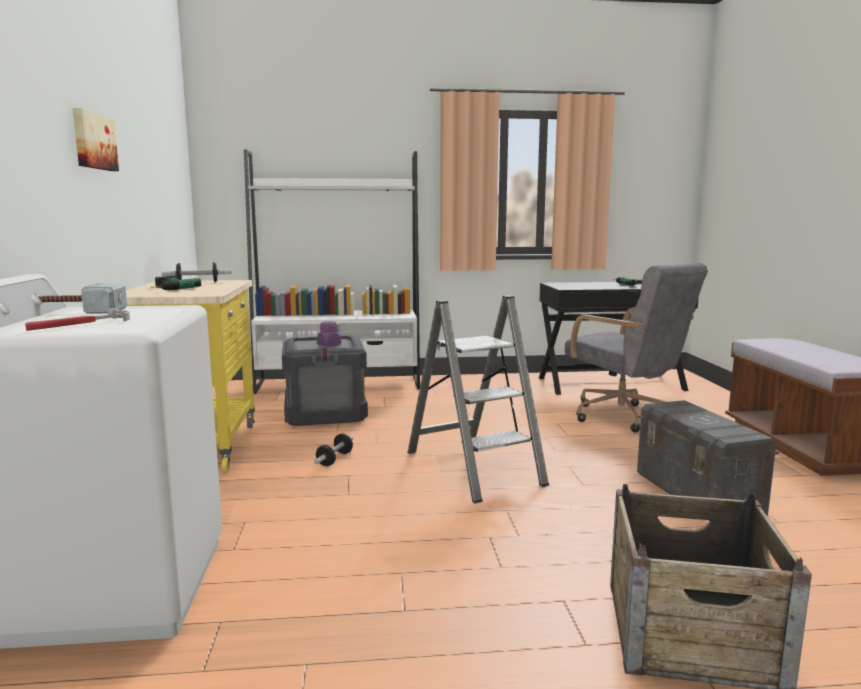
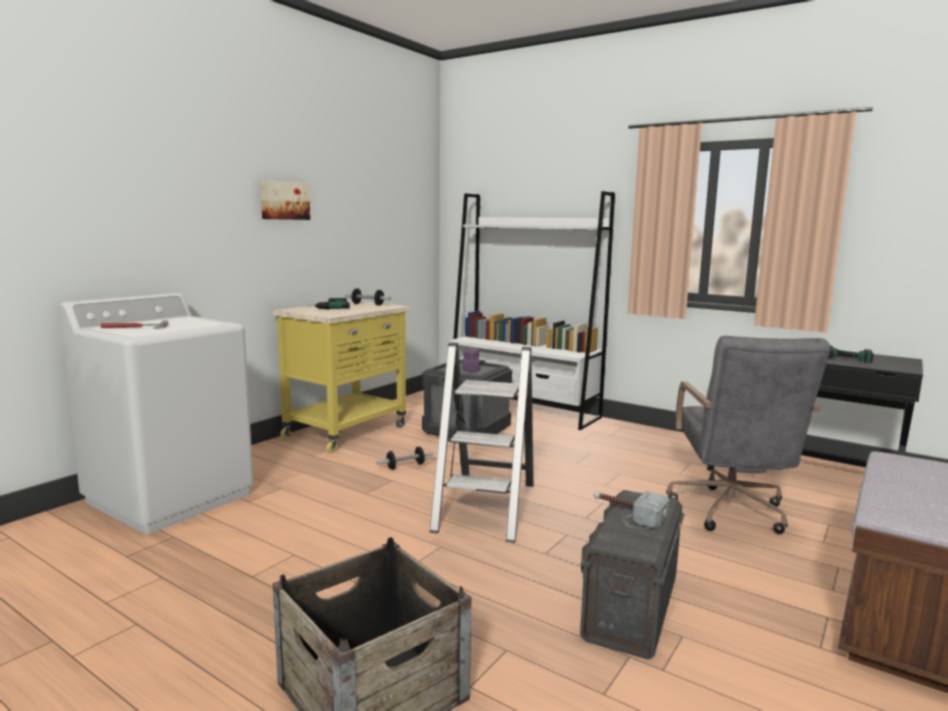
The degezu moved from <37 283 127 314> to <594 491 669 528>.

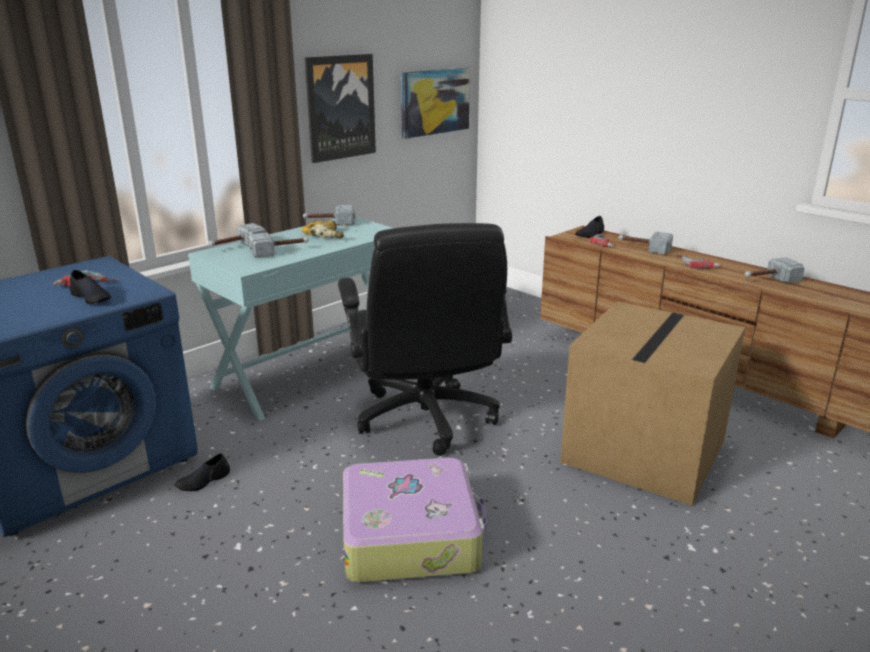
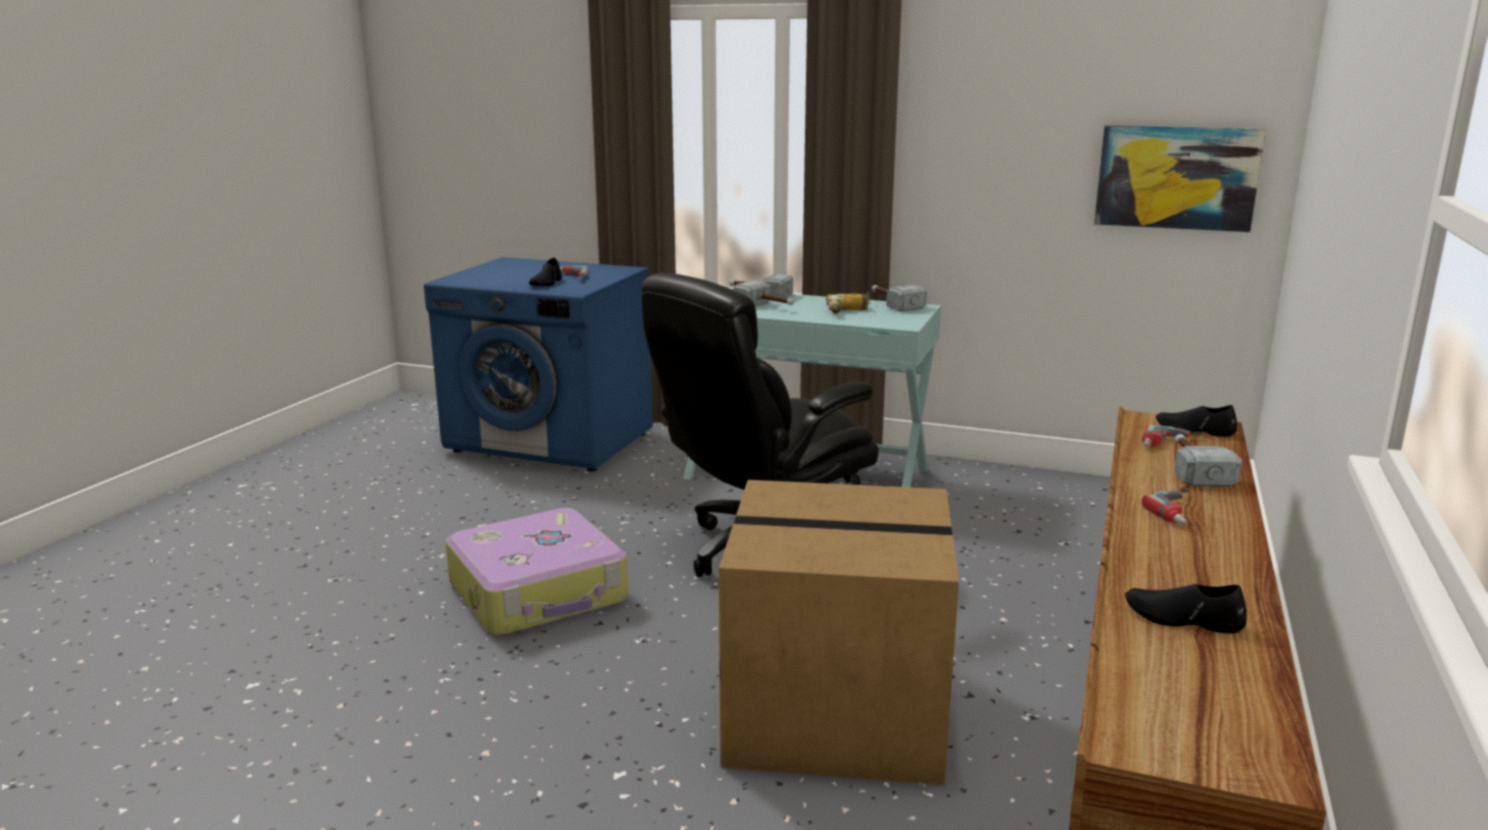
The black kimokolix moved from <175 453 230 491> to <1125 584 1247 633>. The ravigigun at <304 54 376 163> disappeared. The degezu at <745 257 805 283> disappeared.

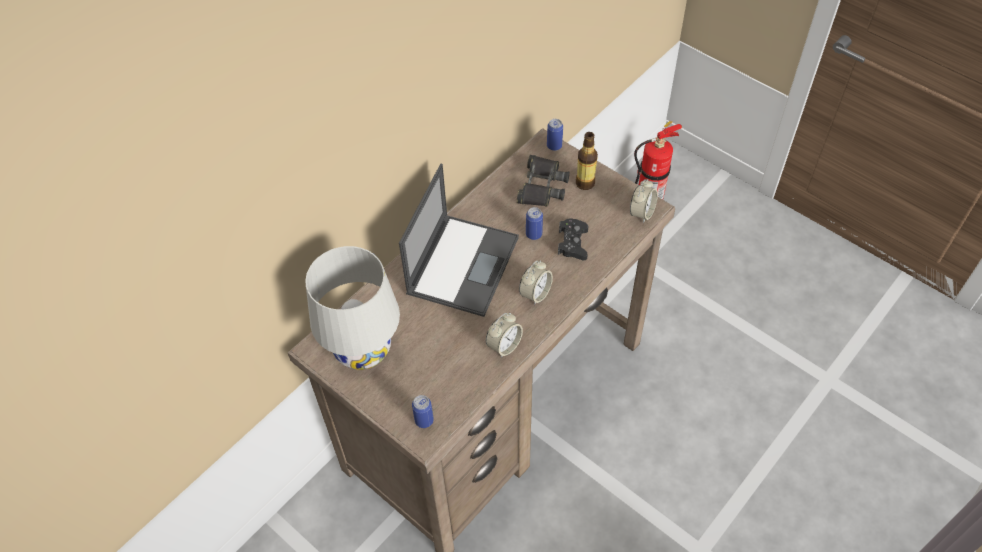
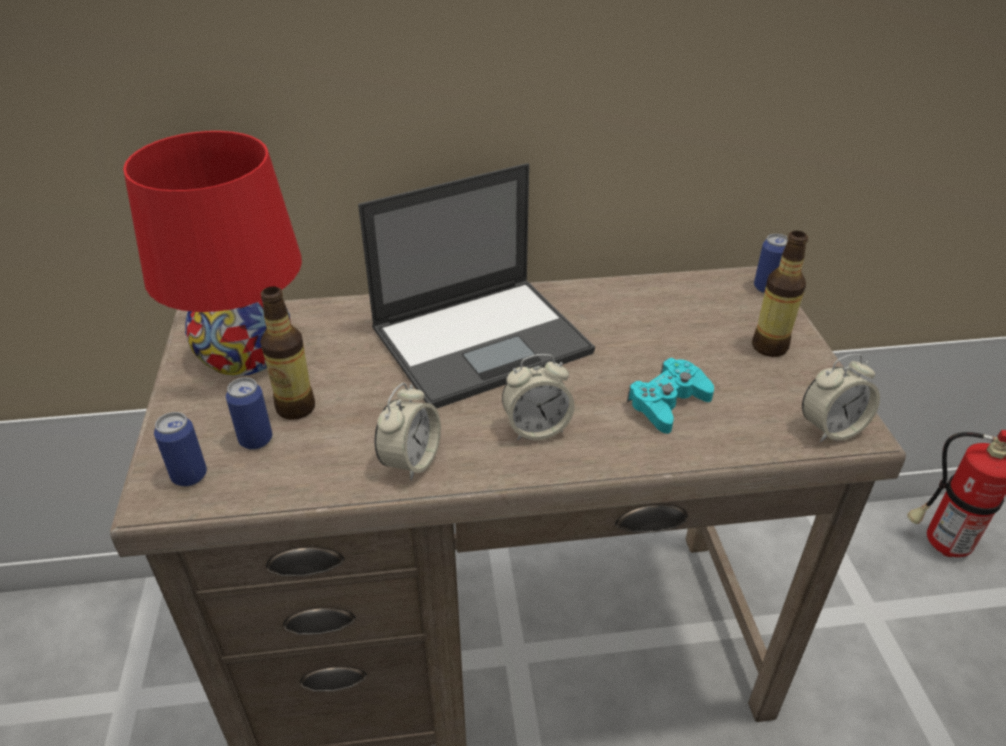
The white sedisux at <305 246 400 370> became the red sedisux at <123 131 302 376>. The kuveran at <486 313 523 358> turned 60 degrees counterclockwise. The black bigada at <517 155 570 206> disappeared. The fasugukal moved from <526 207 543 240> to <226 377 272 450>. The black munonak at <558 218 588 260> became the turquoise munonak at <627 358 714 434>. The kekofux at <260 286 315 420> appeared.

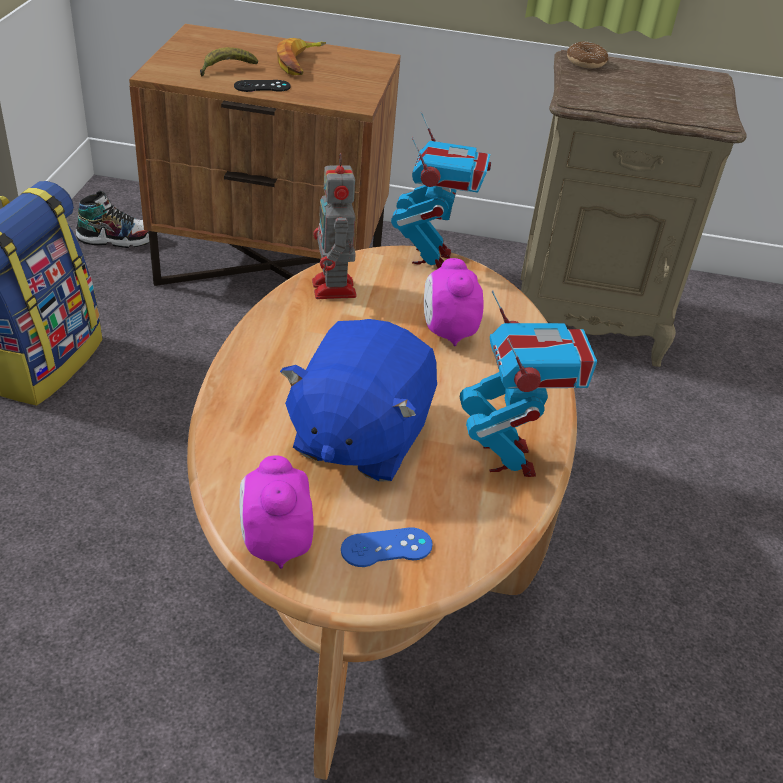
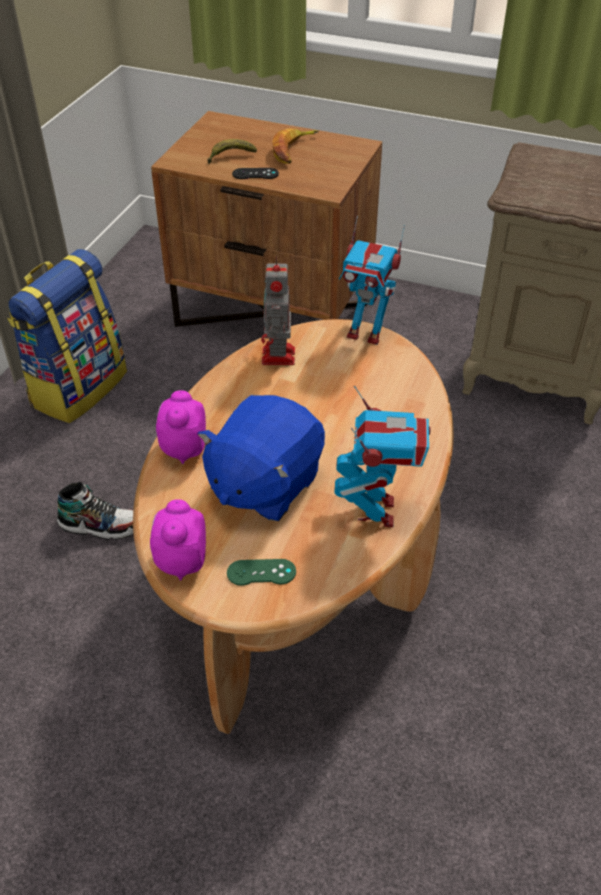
The kimokolix moved from <76 191 158 248> to <57 482 133 540>. The blue munonak at <341 527 433 567> became the green munonak at <227 559 296 586>. The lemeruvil at <391 112 491 269> turned 90 degrees clockwise. The kuveran moved from <424 258 484 346> to <156 390 206 464>. The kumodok at <567 41 608 68> disappeared.

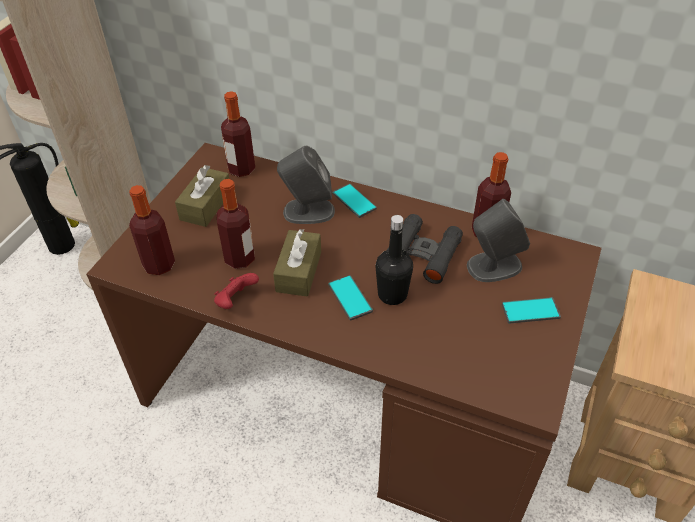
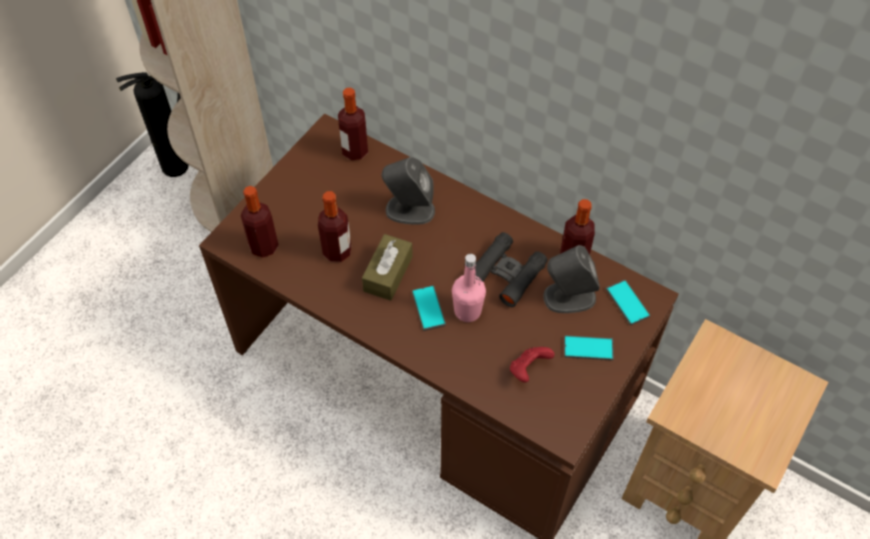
The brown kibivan at <175 165 229 227> disappeared. The red munonak moved from <214 273 259 309> to <510 347 555 382>. The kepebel moved from <332 183 377 218> to <606 280 650 325>. The black kekofux at <376 215 413 305> became the pink kekofux at <452 254 486 322>.

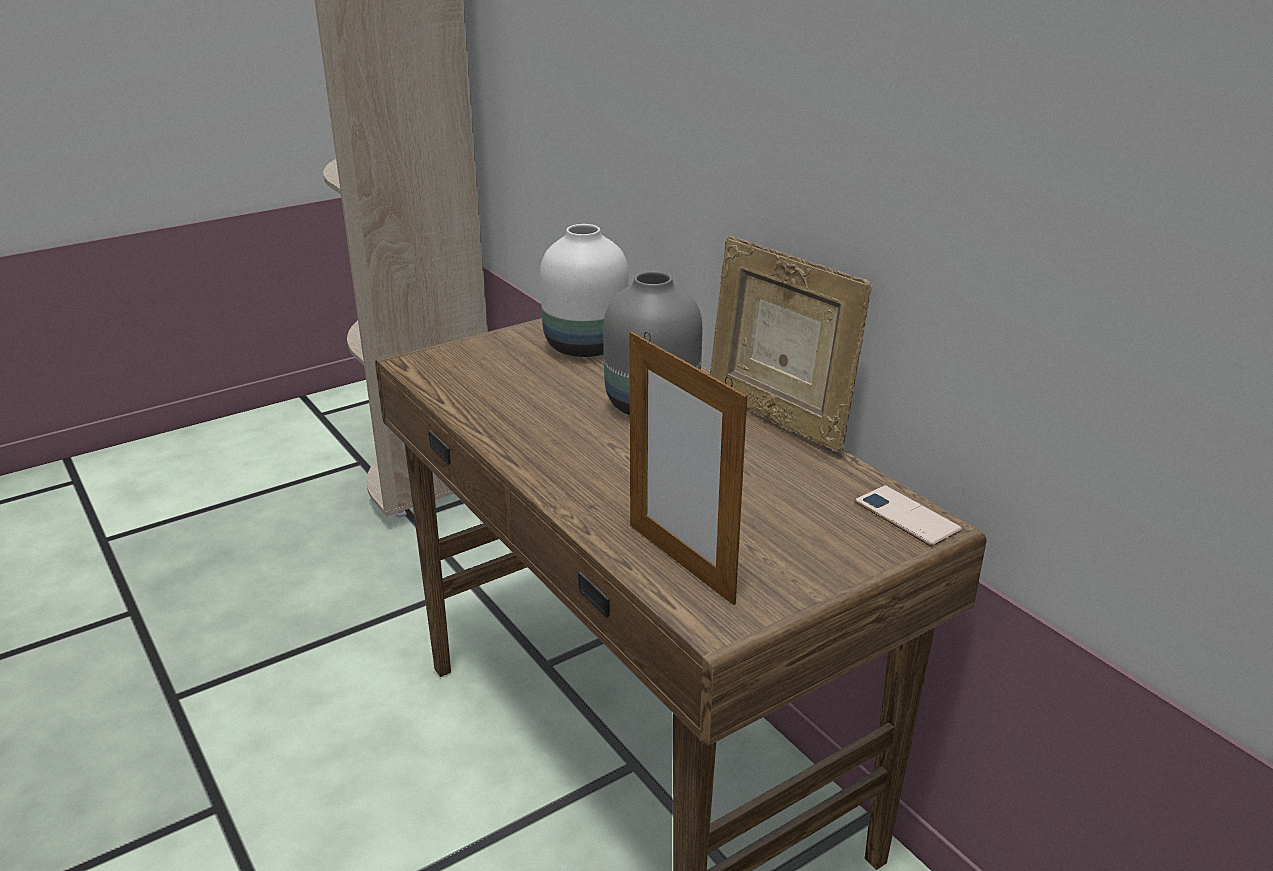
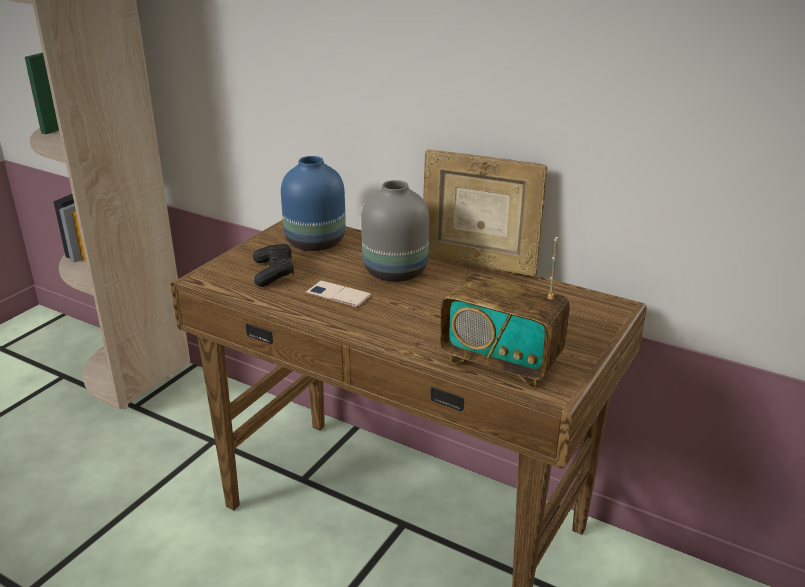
The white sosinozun at <540 224 629 357> became the blue sosinozun at <281 156 346 251>. The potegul at <630 332 747 605> was replaced by the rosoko at <440 237 570 388>. The kepebel moved from <855 485 962 546> to <305 280 372 308>. The black munonak at <253 244 294 287> appeared.

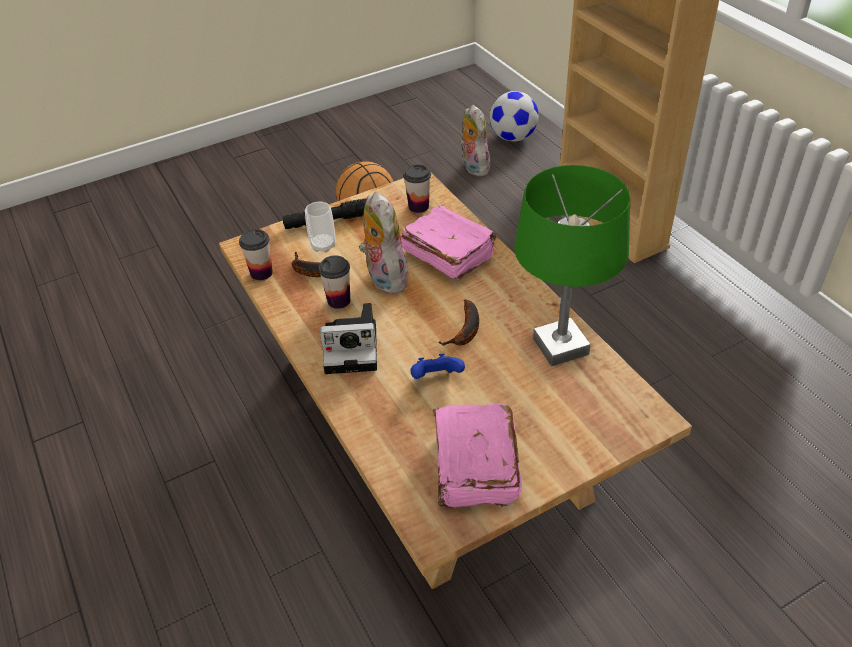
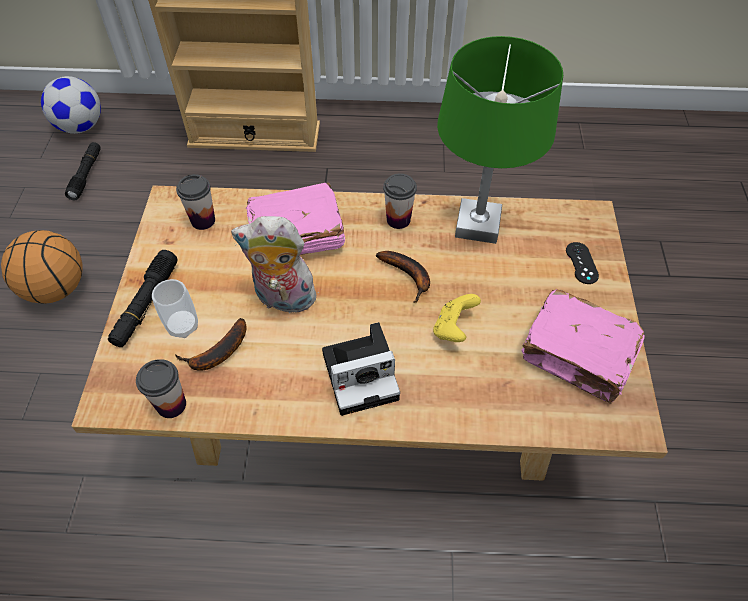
The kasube moved from <318 255 350 309> to <383 173 417 229>. The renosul at <320 303 377 374> turned 45 degrees clockwise. The blue munonak at <410 353 465 379> became the yellow munonak at <433 294 481 342>. The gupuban at <459 105 490 176> was replaced by the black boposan at <65 142 101 200>. The black munonak at <566 242 599 284> appeared.

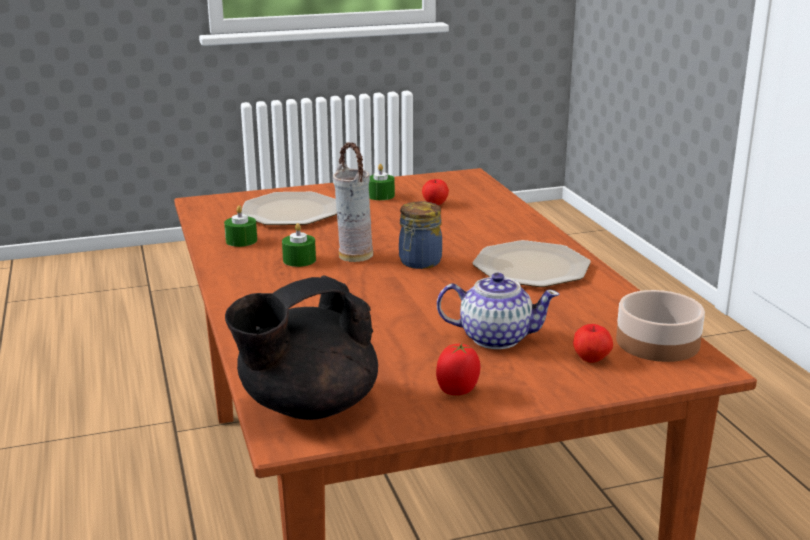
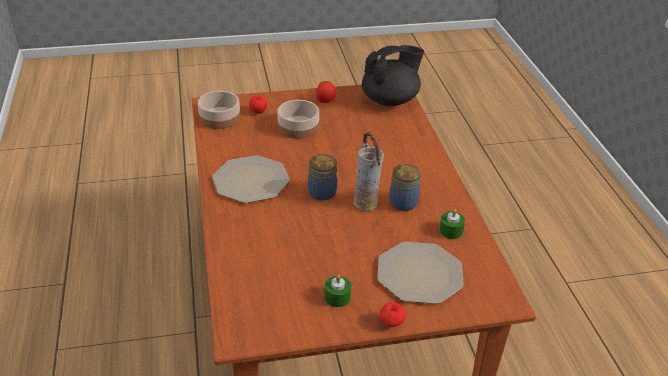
The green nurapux at <282 223 316 267> was replaced by the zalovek at <389 164 421 211>. The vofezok moved from <422 179 449 205> to <380 302 406 327>. The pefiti at <437 273 560 349> was replaced by the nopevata at <277 100 319 139>.

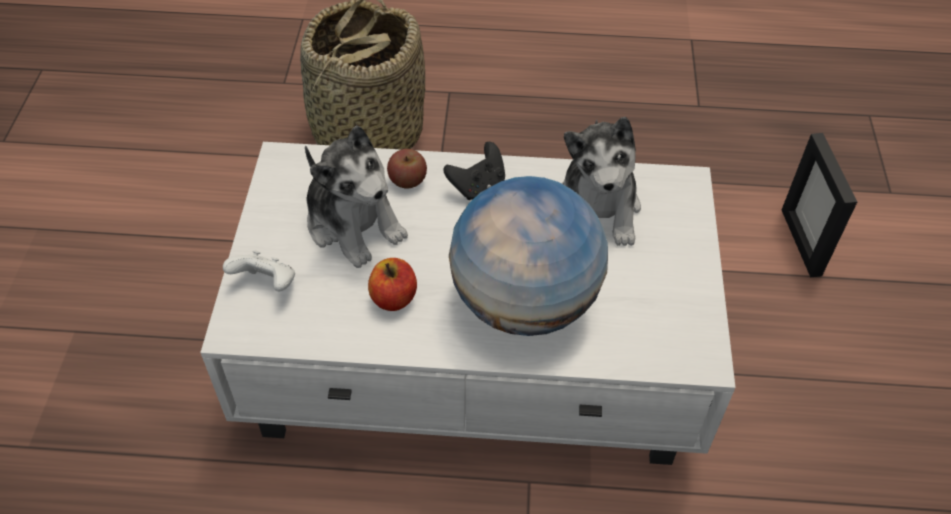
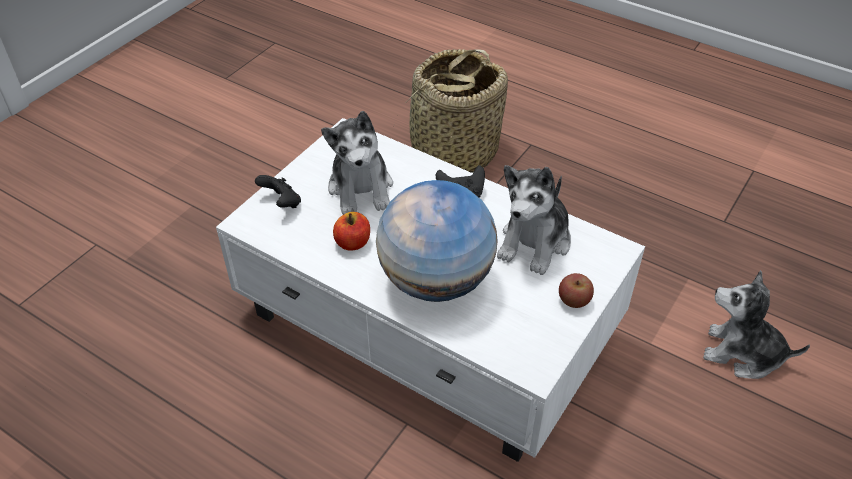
The white munonak at <223 250 295 291> became the black munonak at <255 175 301 208>. The vofezok moved from <387 149 427 189> to <559 273 594 308>. The potegul at <782 133 857 277> was replaced by the gupuban at <703 270 810 379>.

